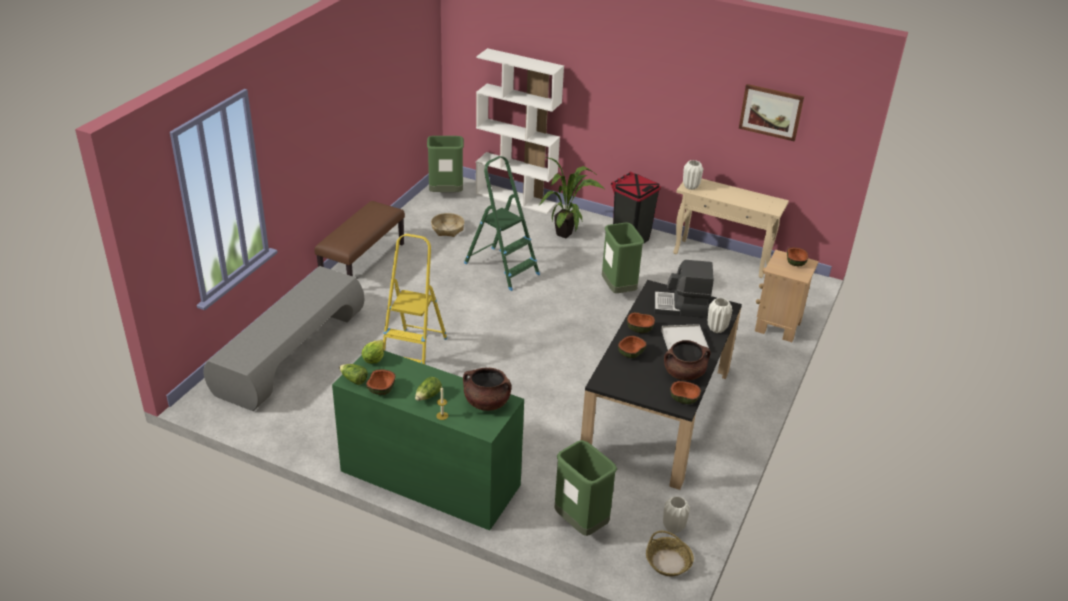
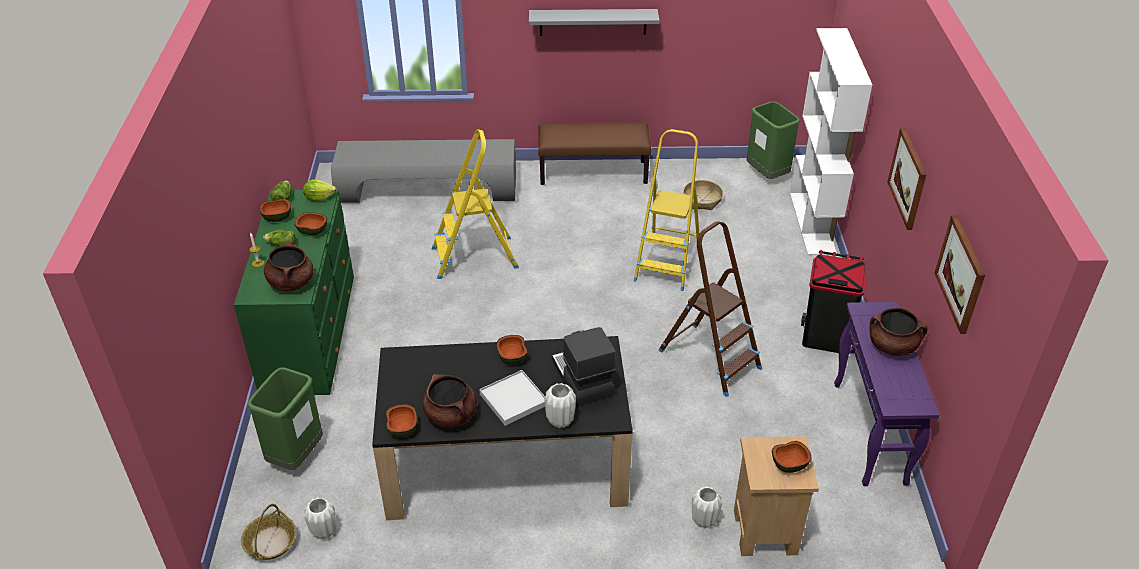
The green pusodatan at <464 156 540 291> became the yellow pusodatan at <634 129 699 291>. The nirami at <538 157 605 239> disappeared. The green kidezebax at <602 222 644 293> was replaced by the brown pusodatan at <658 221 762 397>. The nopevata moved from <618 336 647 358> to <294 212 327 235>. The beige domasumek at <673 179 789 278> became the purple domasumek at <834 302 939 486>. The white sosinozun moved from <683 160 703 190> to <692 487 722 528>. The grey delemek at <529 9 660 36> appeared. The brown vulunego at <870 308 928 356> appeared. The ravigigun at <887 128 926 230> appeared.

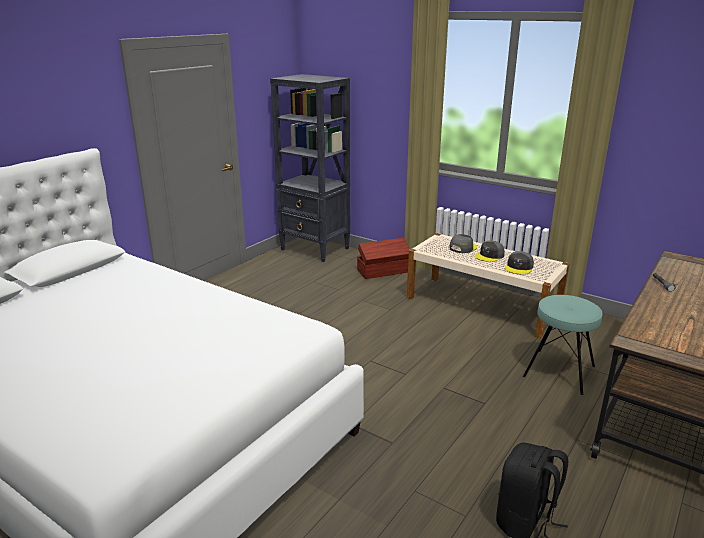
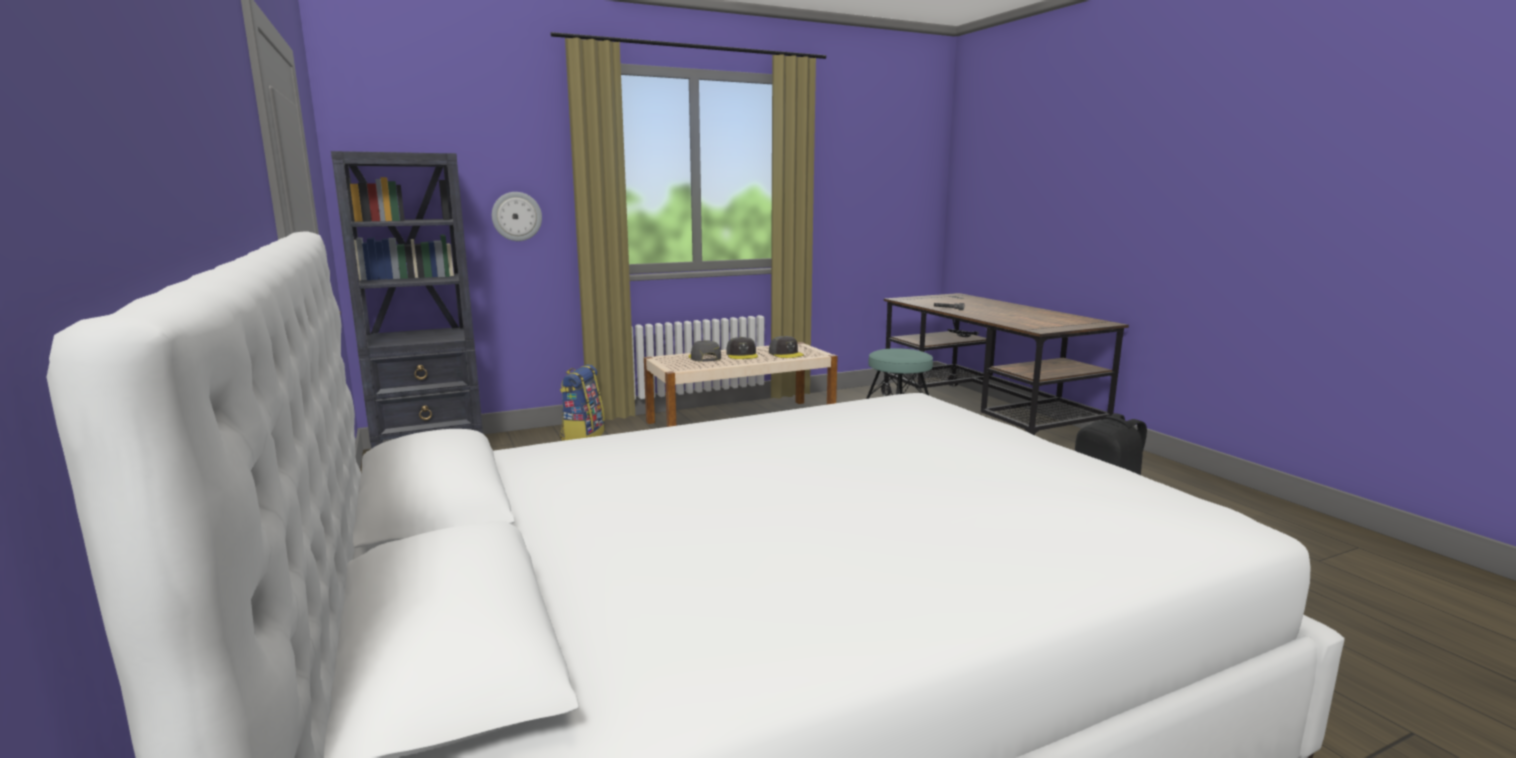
The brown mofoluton at <357 238 410 279> was replaced by the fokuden at <560 364 605 441>. The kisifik at <492 192 542 241> appeared.

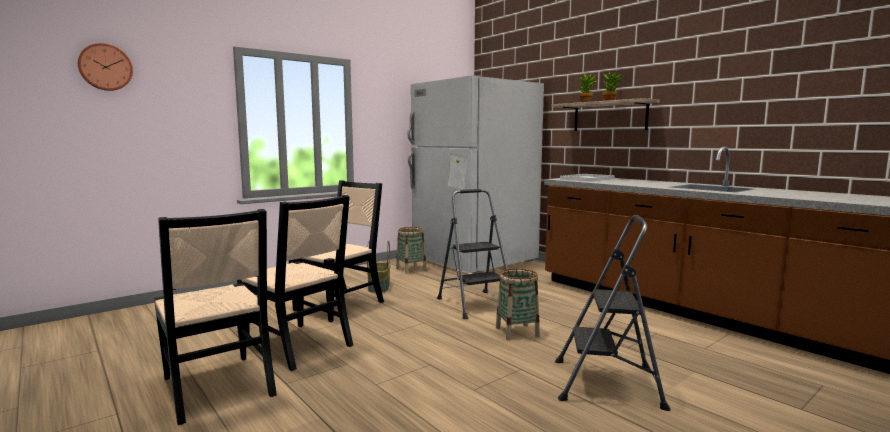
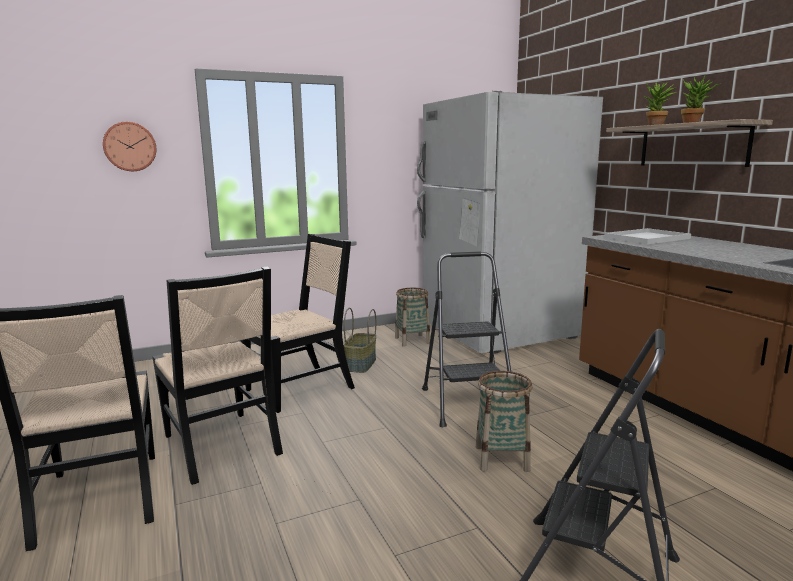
The kisifik moved from <78 43 133 91> to <103 122 156 171>.

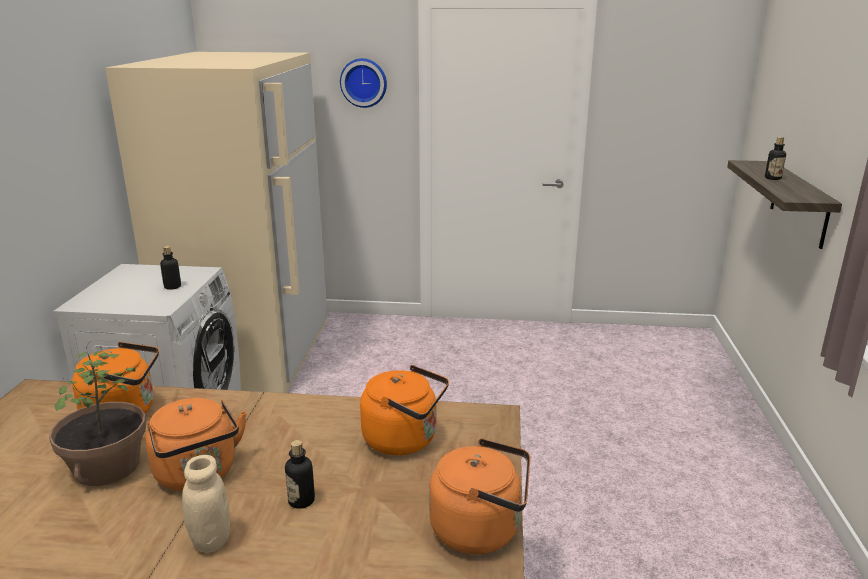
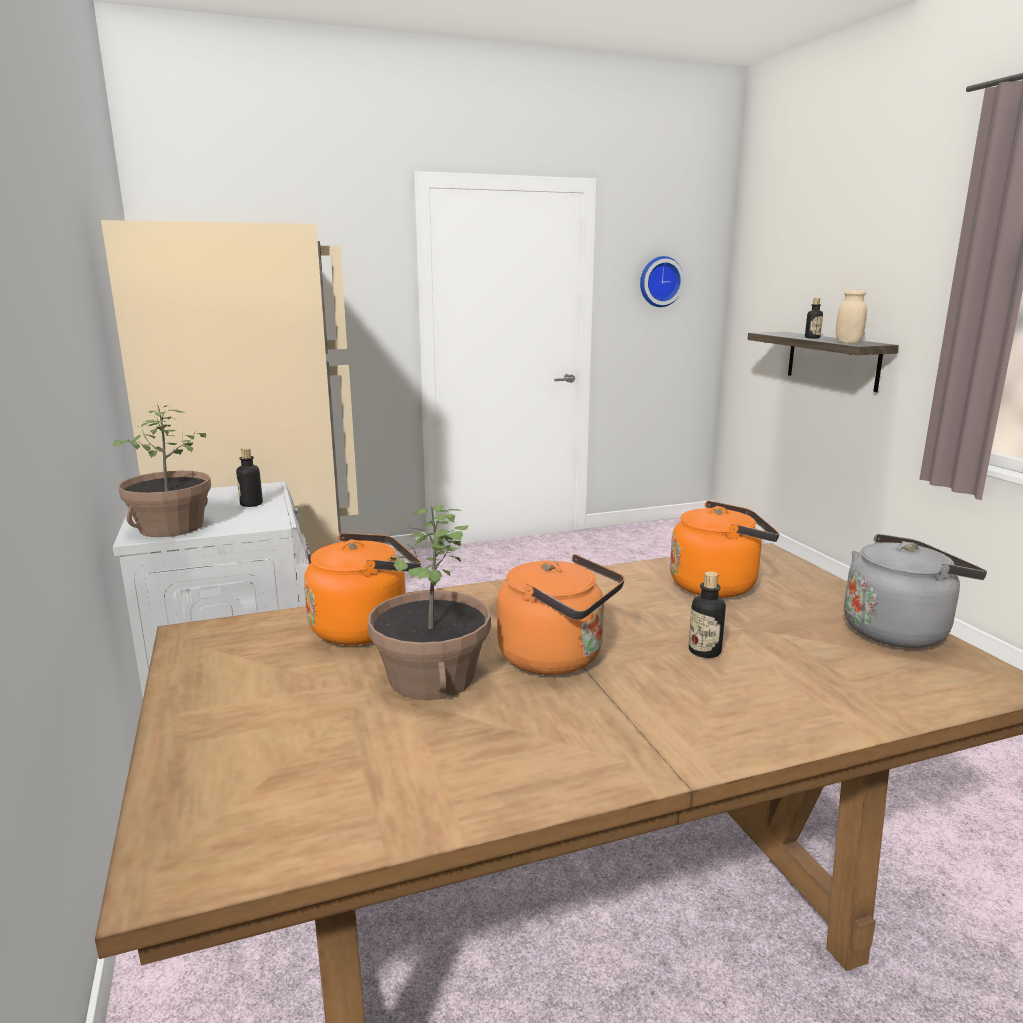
The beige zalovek moved from <182 455 230 553> to <836 290 867 343>. The kisifik moved from <340 58 387 108> to <640 256 684 307>. The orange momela at <429 438 530 554> became the grey momela at <844 534 987 648>. The nirami at <113 405 211 537> appeared.

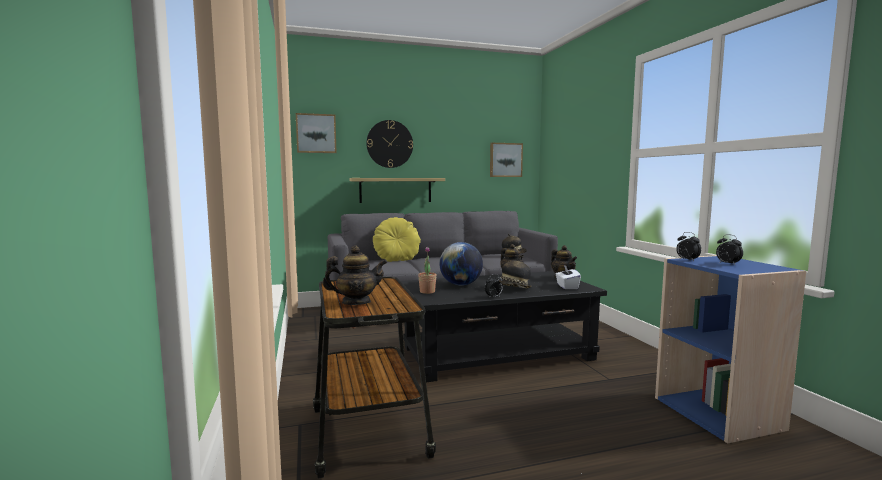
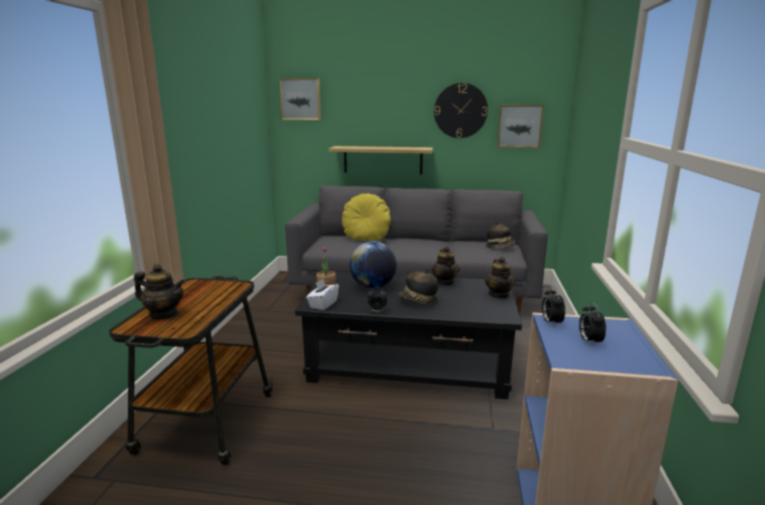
The kisifik moved from <366 120 413 168> to <434 83 488 138>. The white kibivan moved from <555 265 581 289> to <306 279 339 310>.

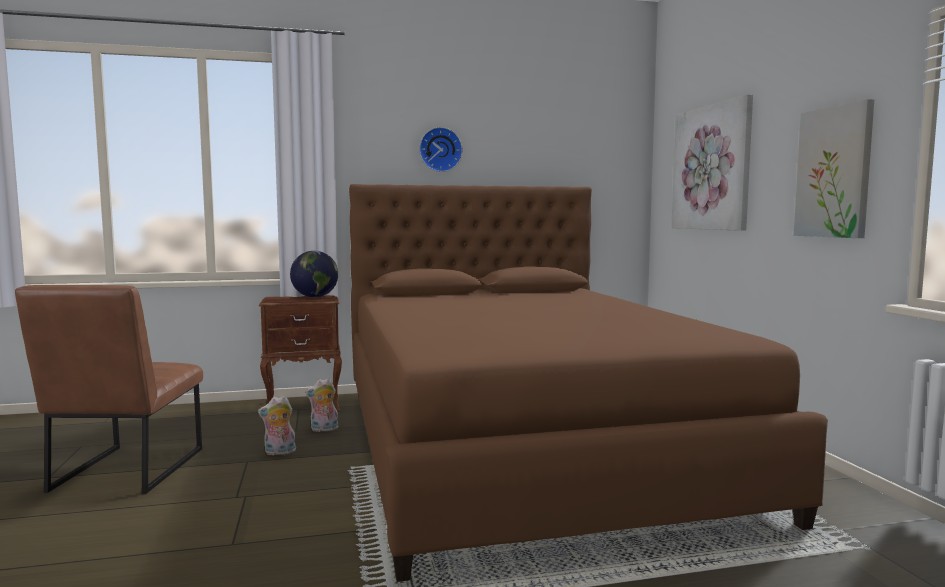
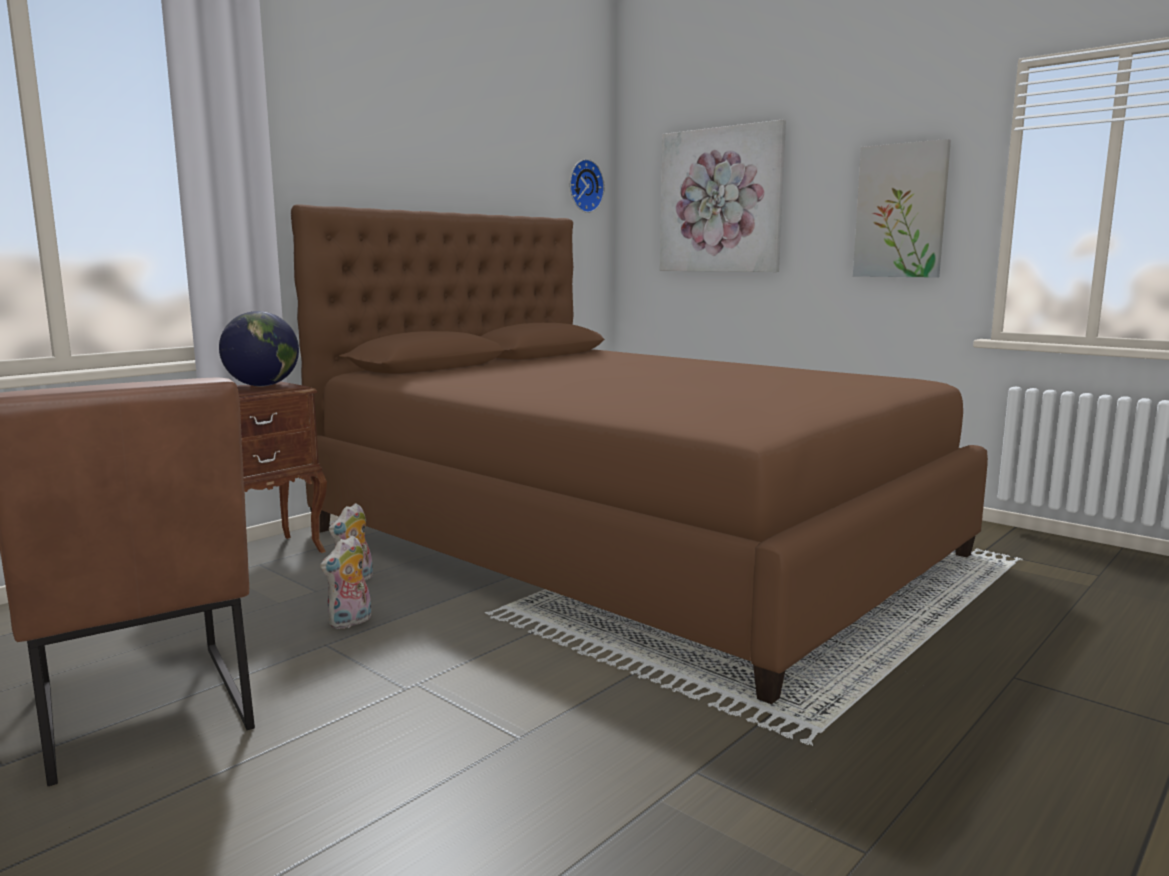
The kisifik moved from <419 127 463 172> to <570 159 605 213>.

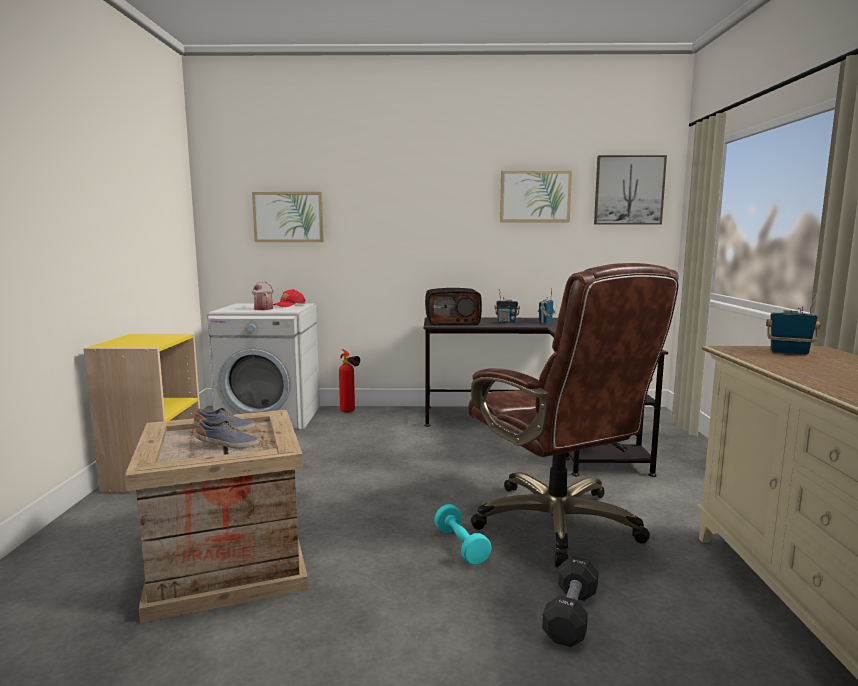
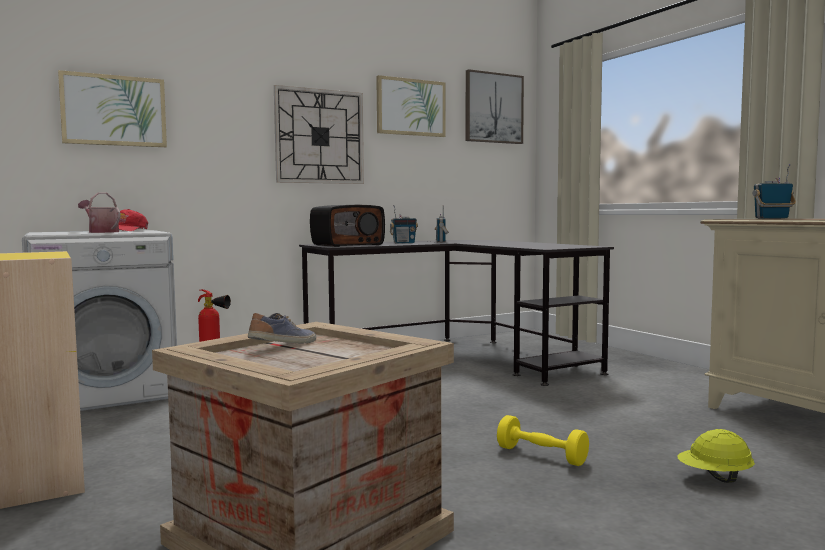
The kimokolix at <194 419 260 449> disappeared. The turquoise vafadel at <434 504 492 565> became the yellow vafadel at <497 415 589 466>. The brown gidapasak at <468 263 679 567> disappeared. The black vafadel at <542 556 599 647> was replaced by the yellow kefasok at <678 429 755 483>. The kisifik at <274 85 364 184> appeared.

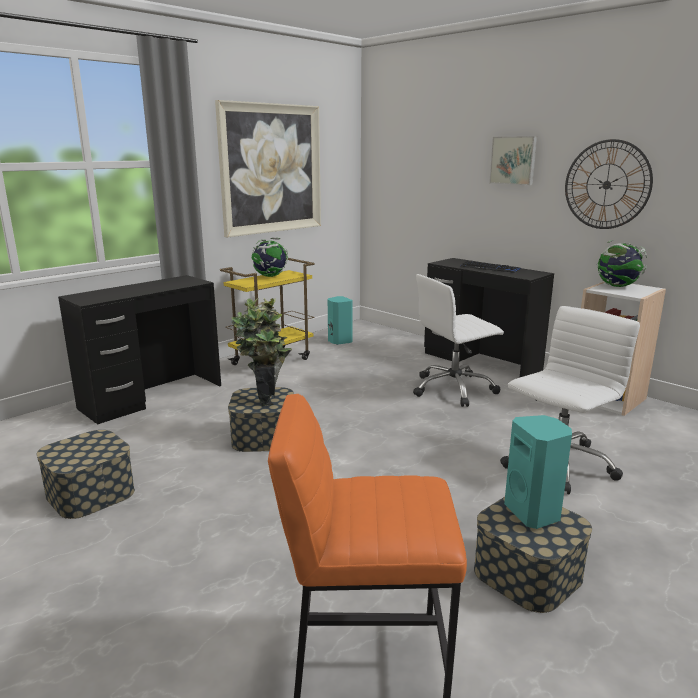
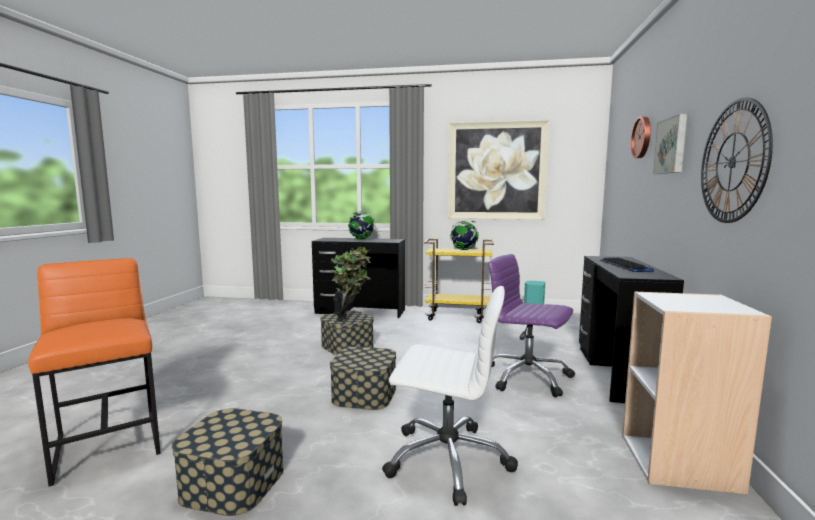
The mofoluton moved from <36 430 135 519> to <330 347 396 410>. The white gidapasak at <413 274 504 407> became the purple gidapasak at <488 254 575 397>. The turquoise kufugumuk at <504 415 572 529> disappeared. The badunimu moved from <597 240 647 287> to <348 211 375 239>. The kisifik at <631 116 651 158> appeared.

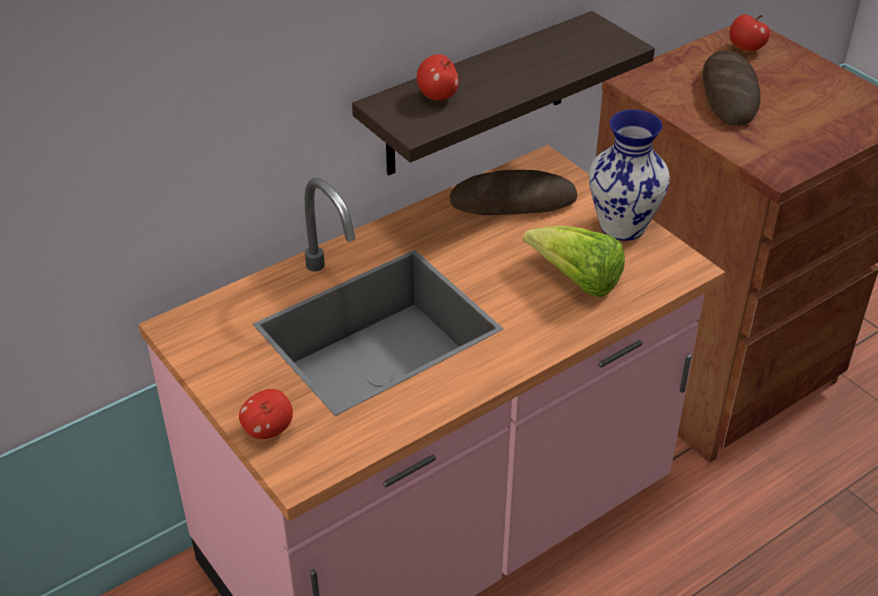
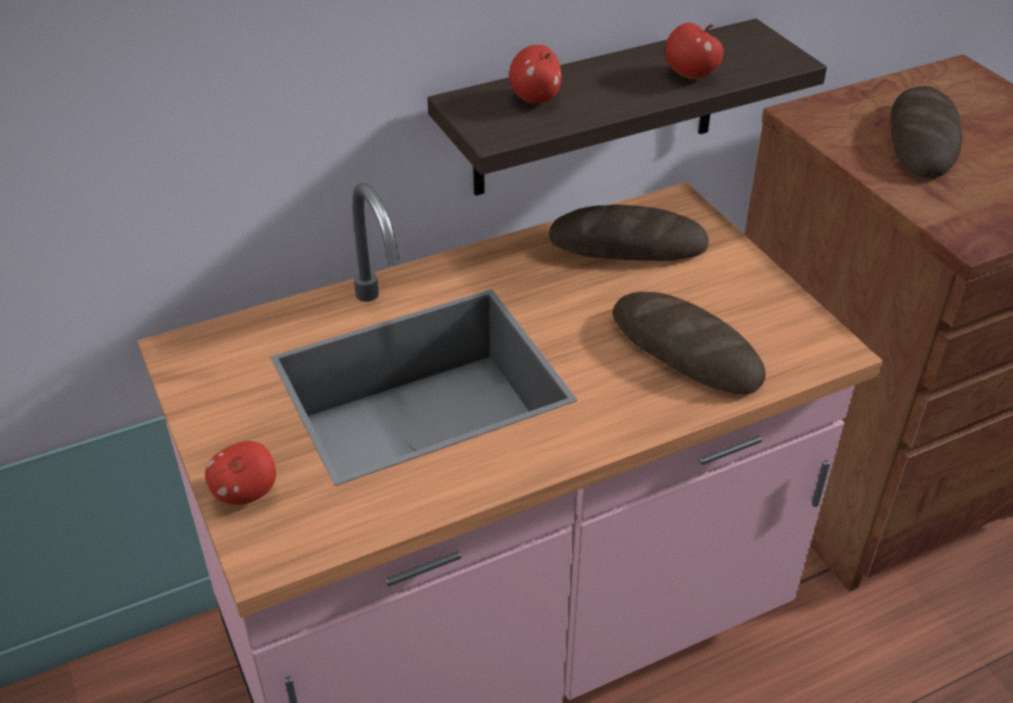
The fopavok at <523 226 625 297> was replaced by the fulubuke at <612 292 766 395>. The sosinozun at <589 110 670 241> disappeared. The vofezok moved from <729 14 770 52> to <665 23 723 79>.

